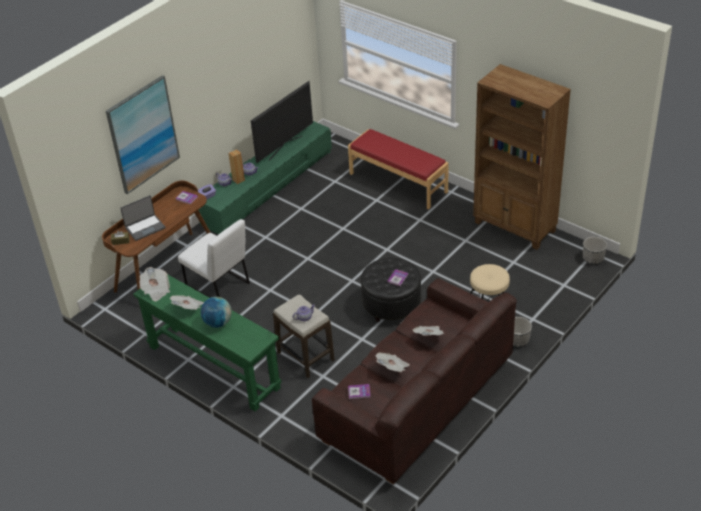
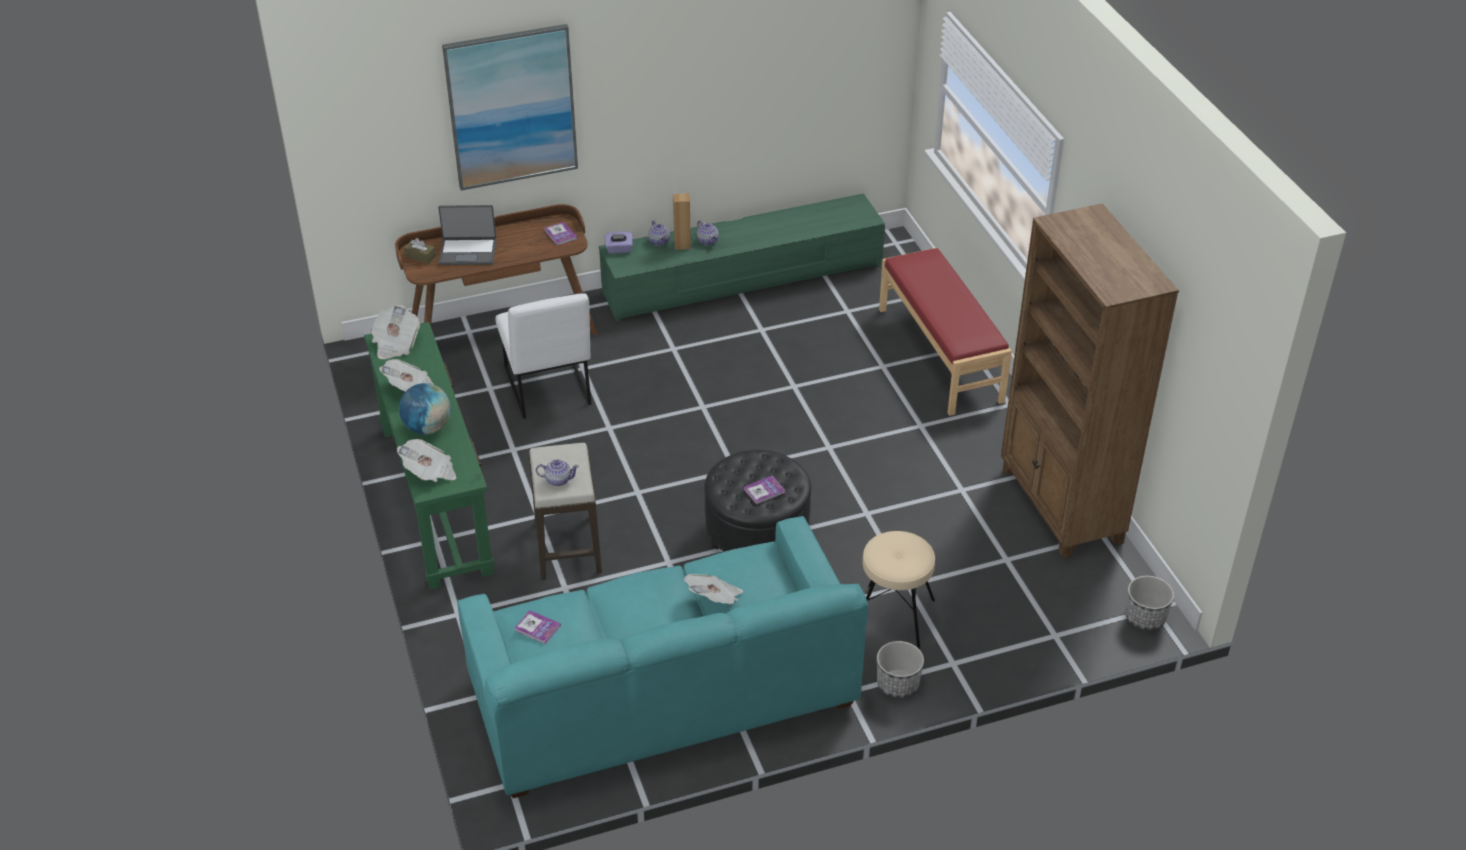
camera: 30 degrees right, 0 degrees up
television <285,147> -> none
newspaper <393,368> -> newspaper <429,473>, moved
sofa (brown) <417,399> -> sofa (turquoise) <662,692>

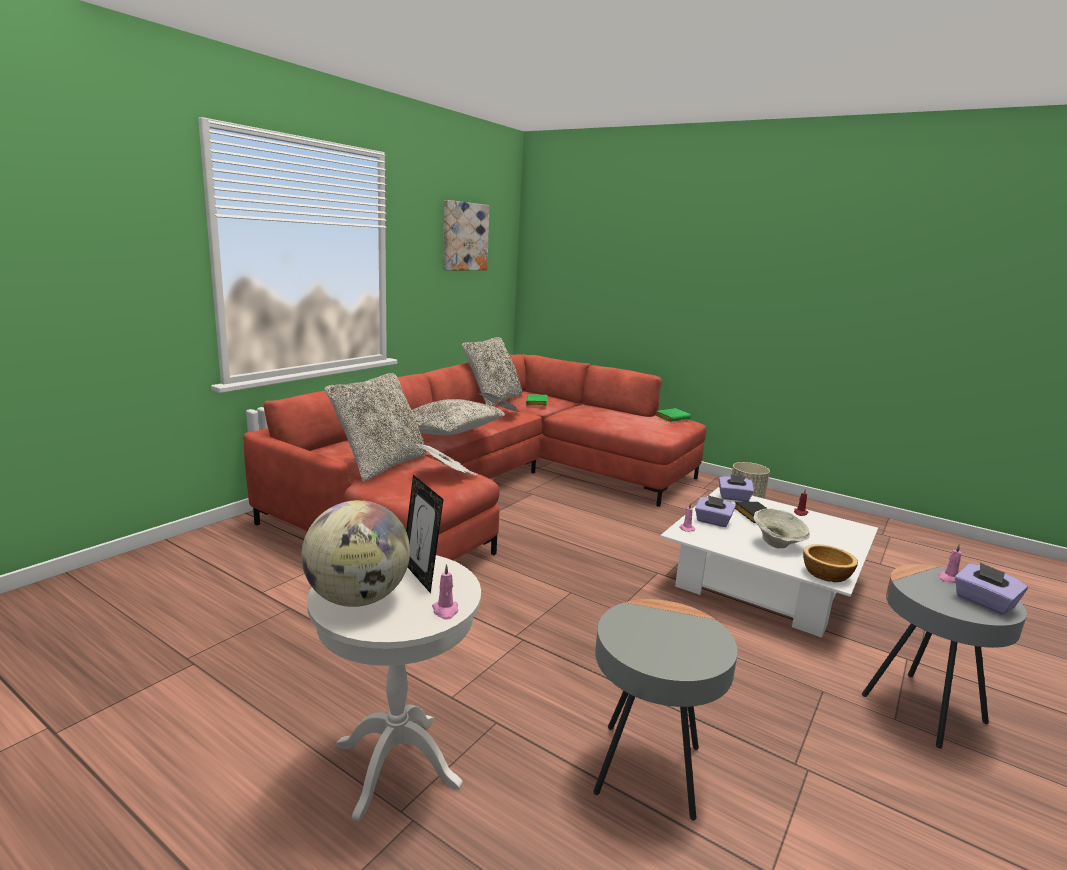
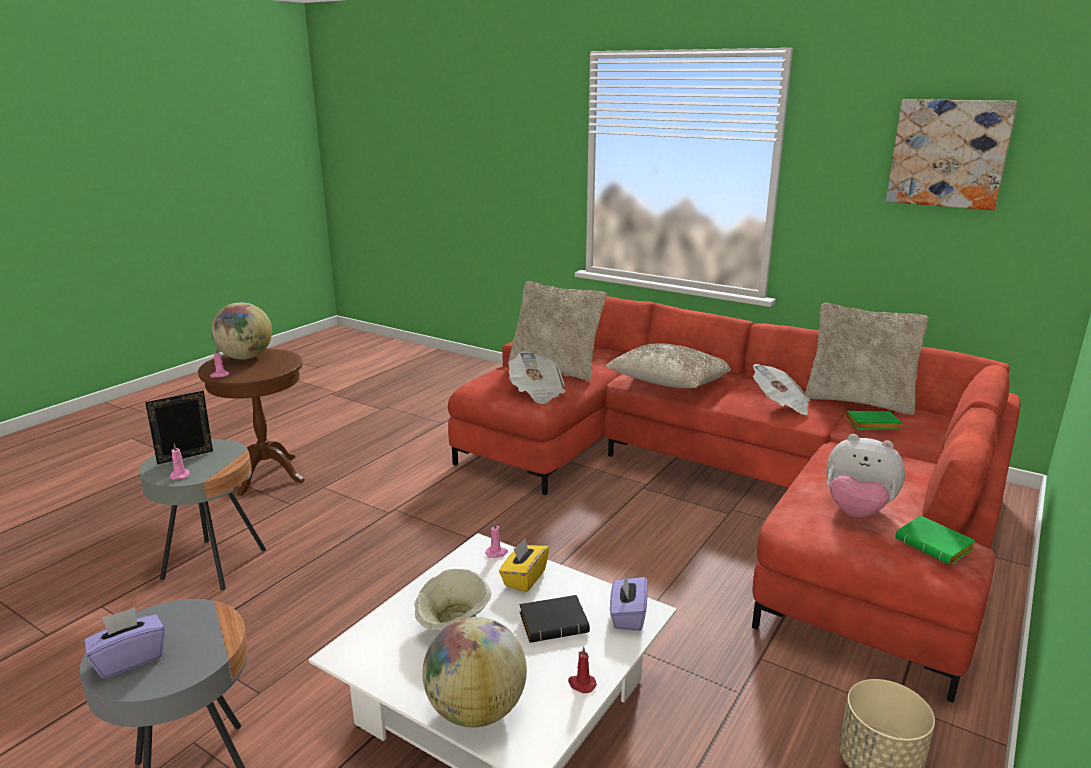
camera: 90 degrees right, 5 degrees up
bowl <825,574> -> none
none -> globe <476,710>
none -> plush toy <857,511>
picture frame <421,575> -> picture frame <186,459>, moved
candle (pink) <949,578> -> candle (pink) <180,475>, moved
side table (white) <396,765> -> side table (brown) <267,475>
tissue box (purple) <712,521> -> tissue box (yellow) <524,578>

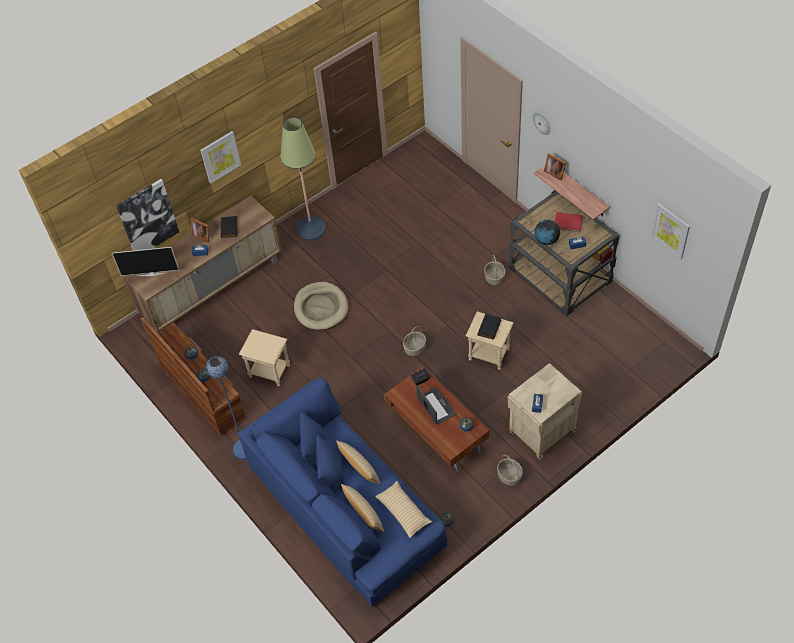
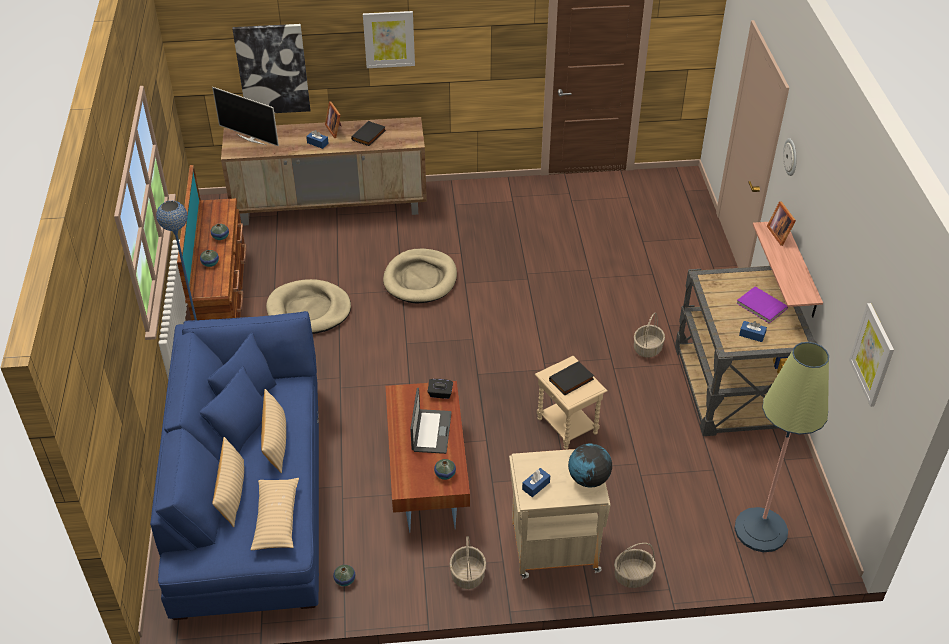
camera: 30 degrees right, 10 degrees down
floor lamp <311,228> -> floor lamp <760,530>, moved
basket <414,348> -> basket <632,576>, moved
globe <546,240> -> globe <588,479>, moved
side table (beige) <269,370> -> dog bed (beige) <309,310>
book (red) <568,223> -> book (purple) <761,306>

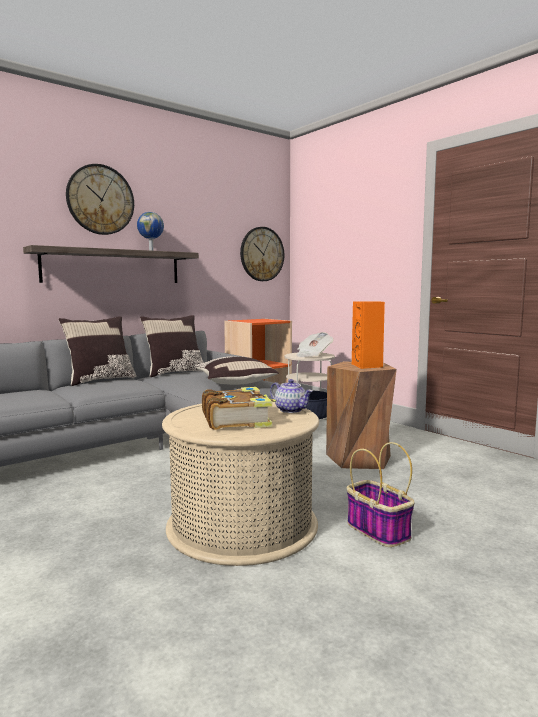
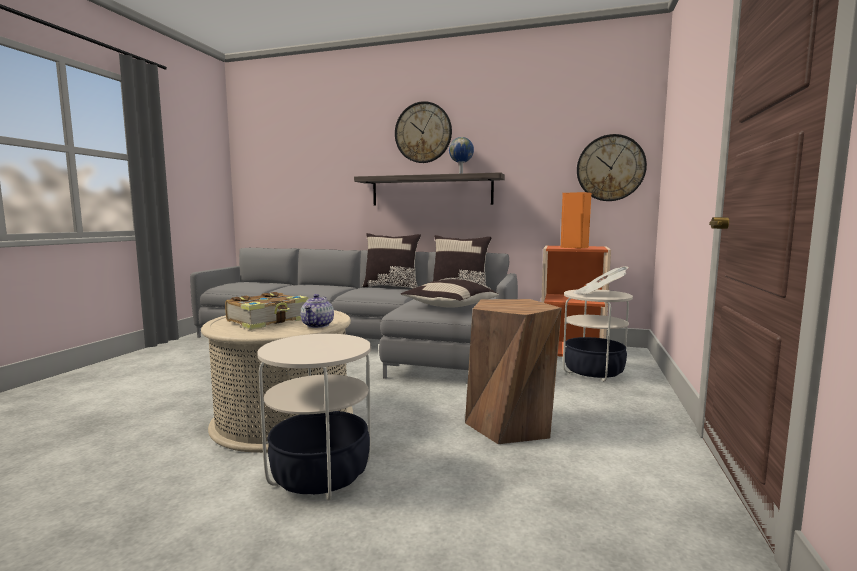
camera: 55 degrees right, 0 degrees up
speaker (orange) <367,366> -> speaker (orange) <575,247>, moved
basket <377,530> -> side table (beige) <320,476>

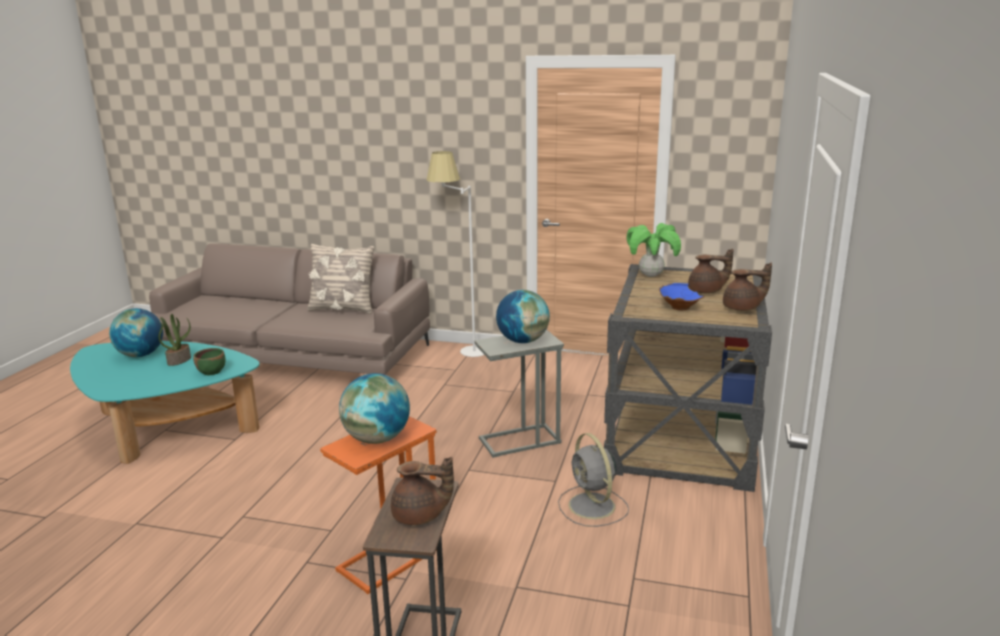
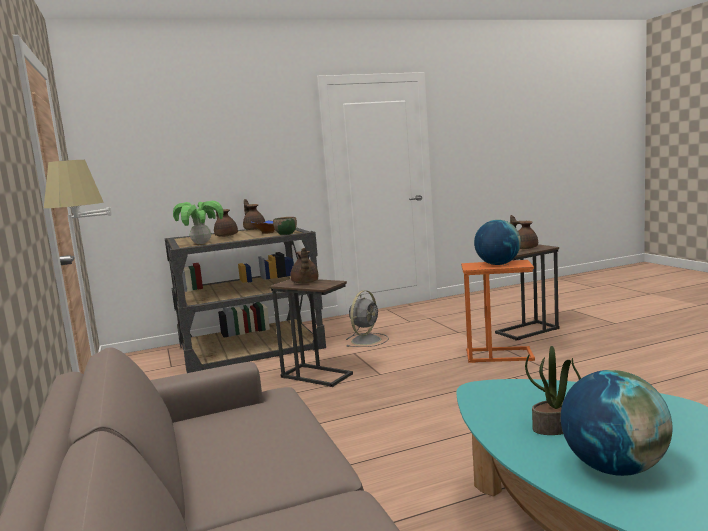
camera: 125 degrees left, 10 degrees down
pillow (beige) <342,309> -> none
bowl (green) <212,371> -> bowl (green) <286,233>, moved
globe <523,341> -> teapot (brown) <304,282>
side table (grey) <520,440> -> side table (brown) <315,376>

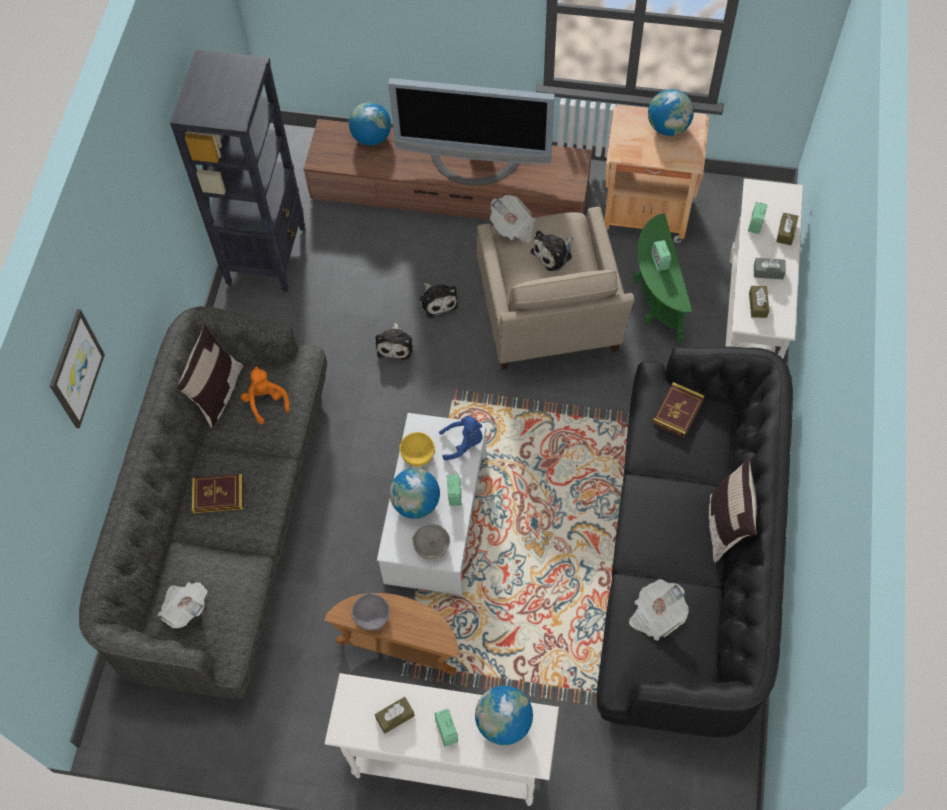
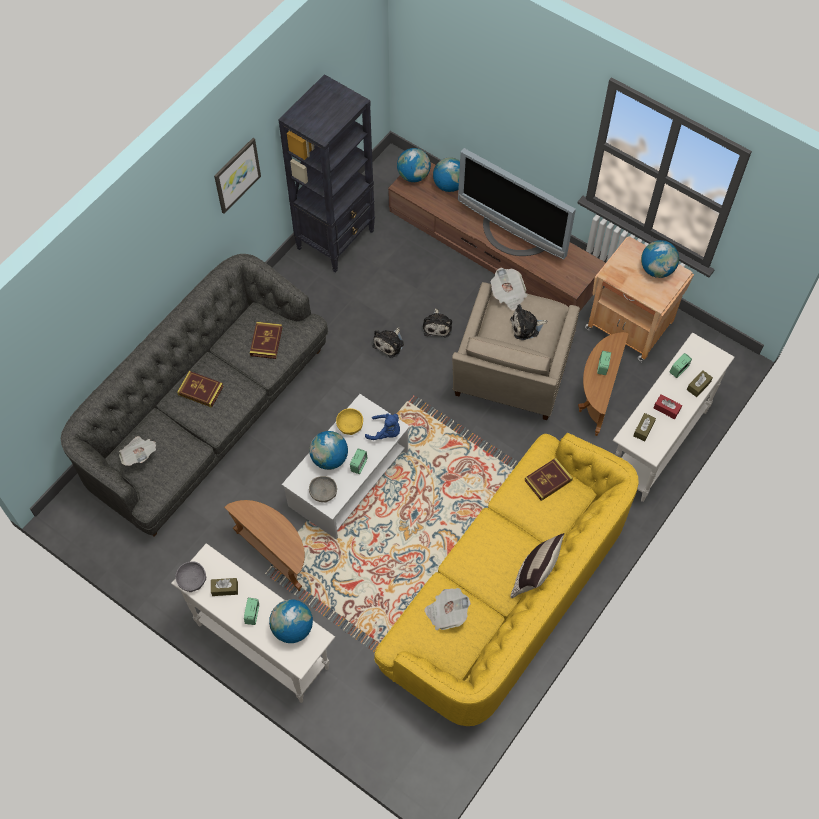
camera: 25 degrees right, 0 degrees up
pillow <217,394> -> none
none -> globe <413,176>
picture <75,369> -> picture <236,175>, moved
bowl (grey) <372,616> -> bowl (grey) <192,580>, moved
plush toy (orange) <266,402> -> book <266,341>
sofa (black) <686,561> -> sofa (yellow) <507,593>
side table (green) <655,301> -> side table (brown) <596,397>
tissue box (grey) <768,272> -> tissue box (red) <666,409>

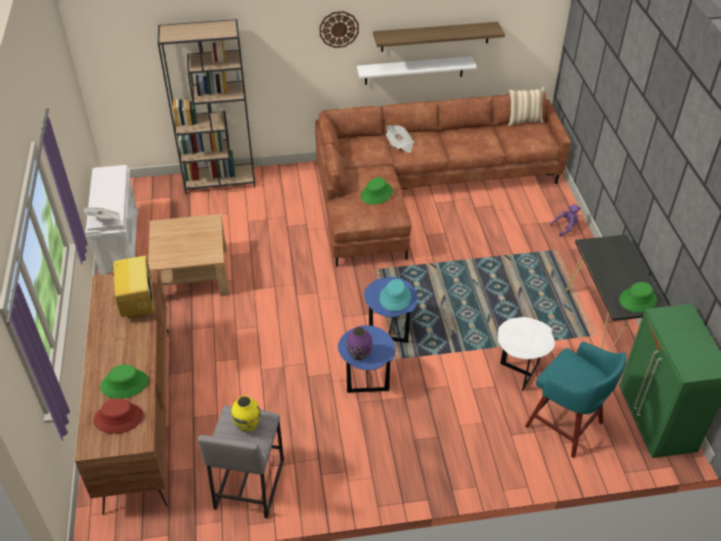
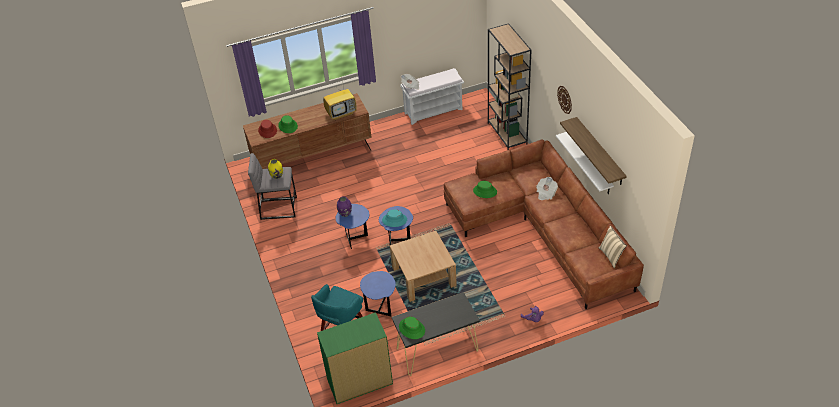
camera: 80 degrees right, 0 degrees up
coffee table (brown) <192,274> -> coffee table (brown) <423,276>, moved
side table (white) <518,372> -> side table (blue) <380,307>

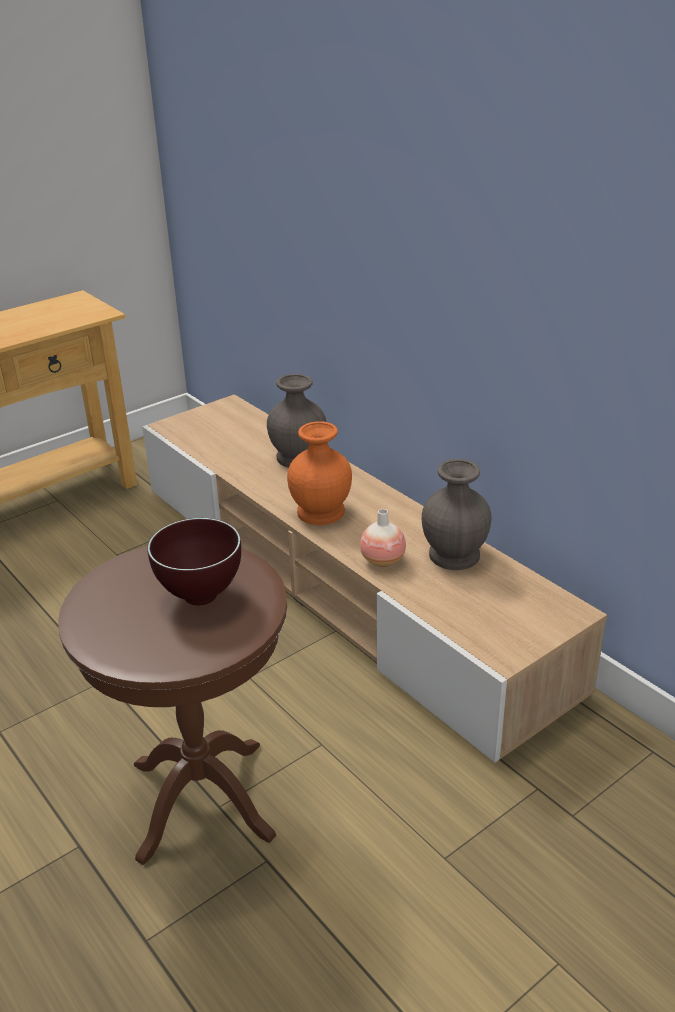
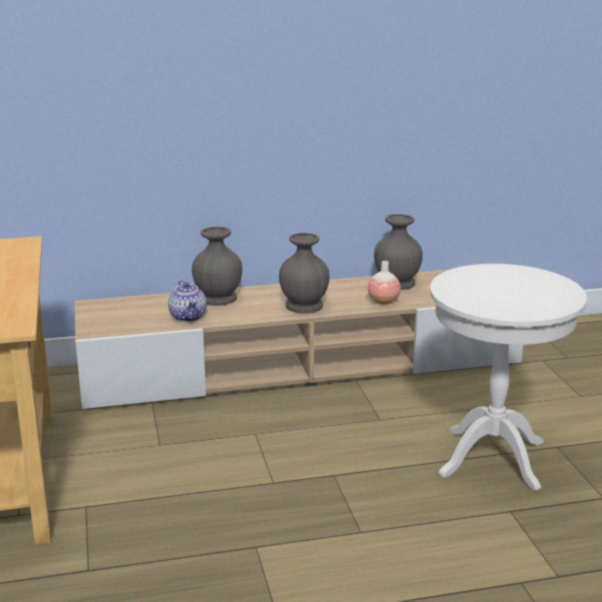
camera: 65 degrees left, 10 degrees down
bowl (brown) <202,595> -> none
none -> teapot <188,317>
side table (brown) <201,799> -> side table (white) <492,458>
vase (orange) <319,512> -> vase (grey) <304,306>

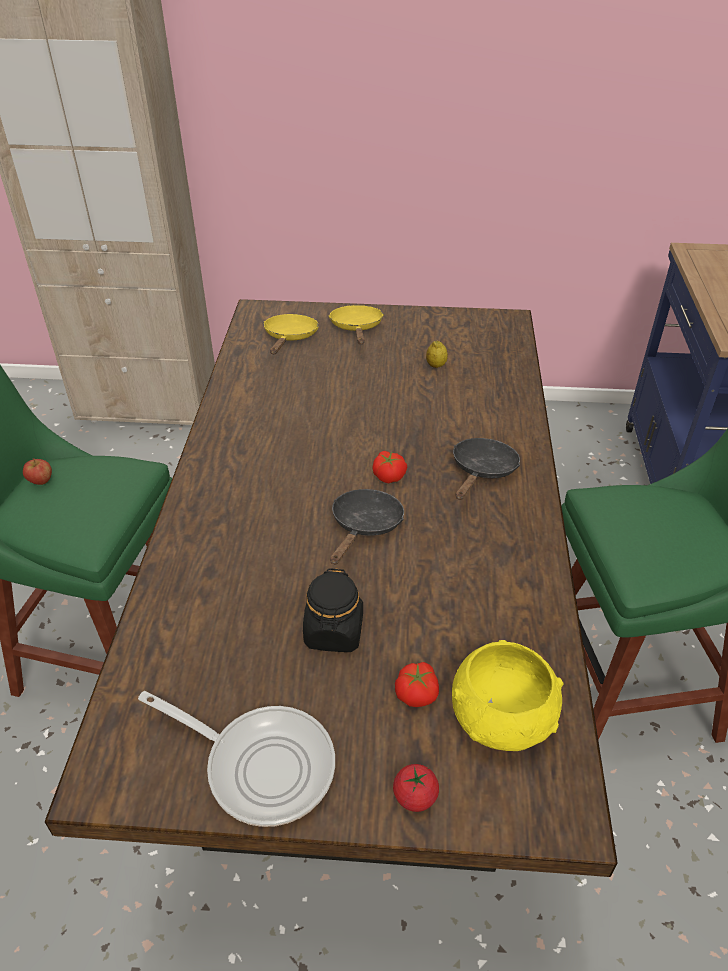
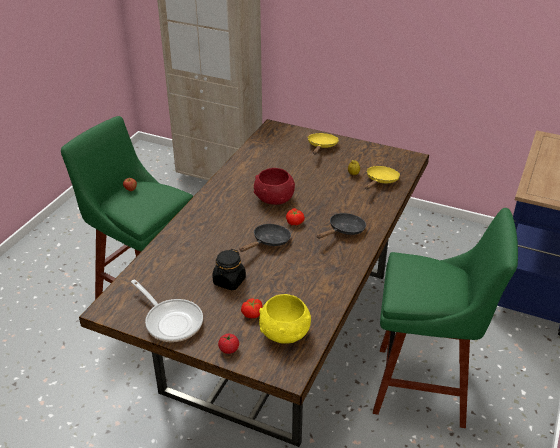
camera: 20 degrees right, 5 degrees down
none -> bowl (red) <274,198>
frying pan (yellow) <290,338> -> frying pan (yellow) <381,181>, moved

